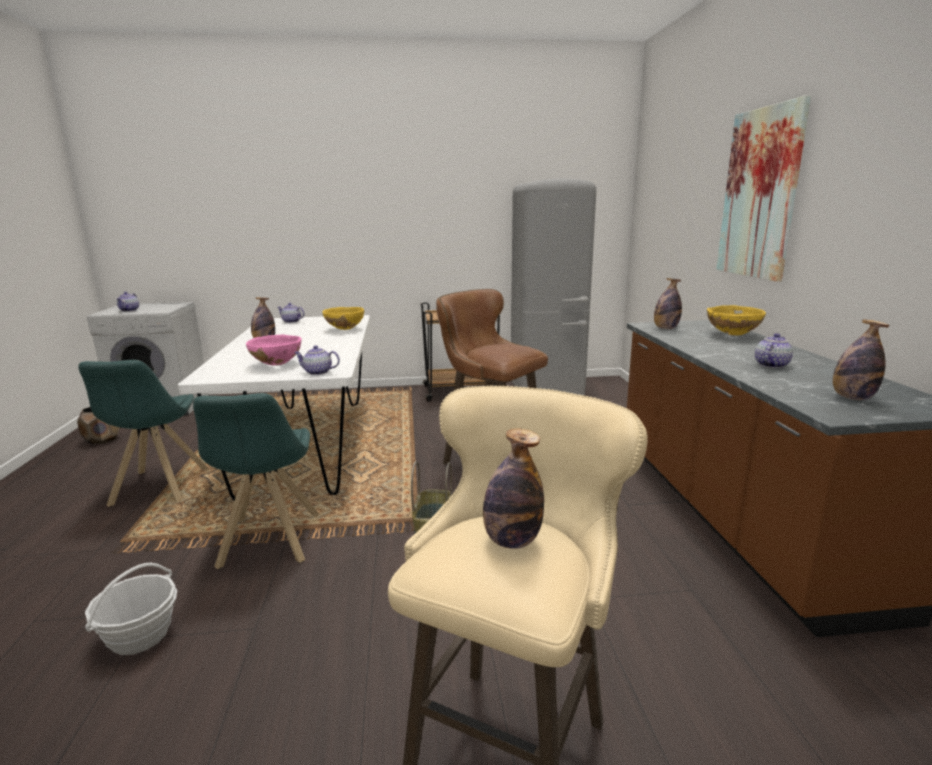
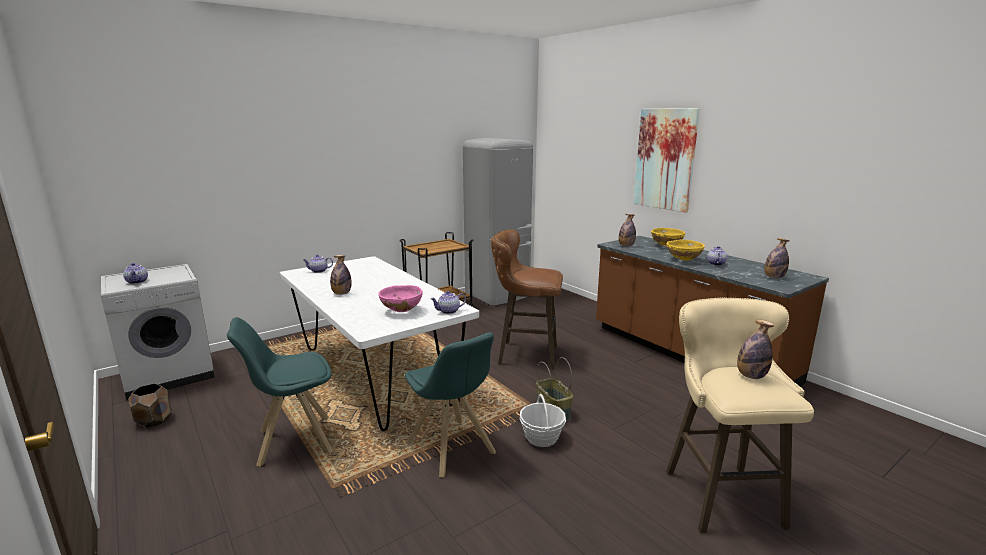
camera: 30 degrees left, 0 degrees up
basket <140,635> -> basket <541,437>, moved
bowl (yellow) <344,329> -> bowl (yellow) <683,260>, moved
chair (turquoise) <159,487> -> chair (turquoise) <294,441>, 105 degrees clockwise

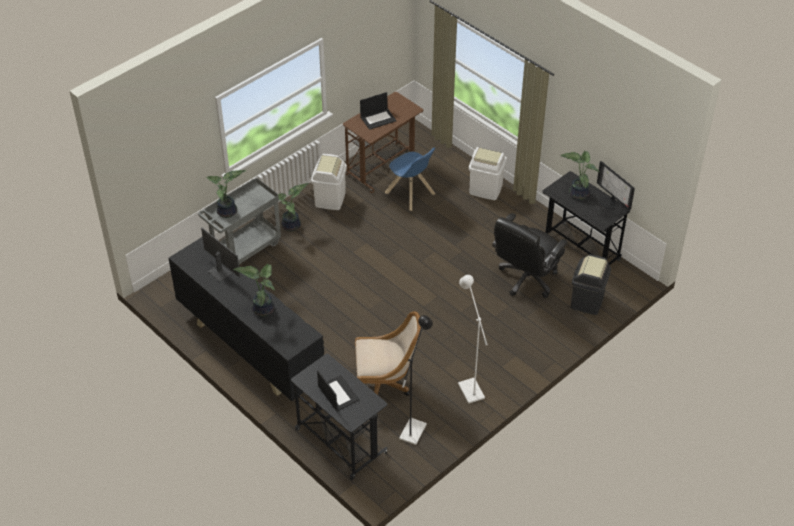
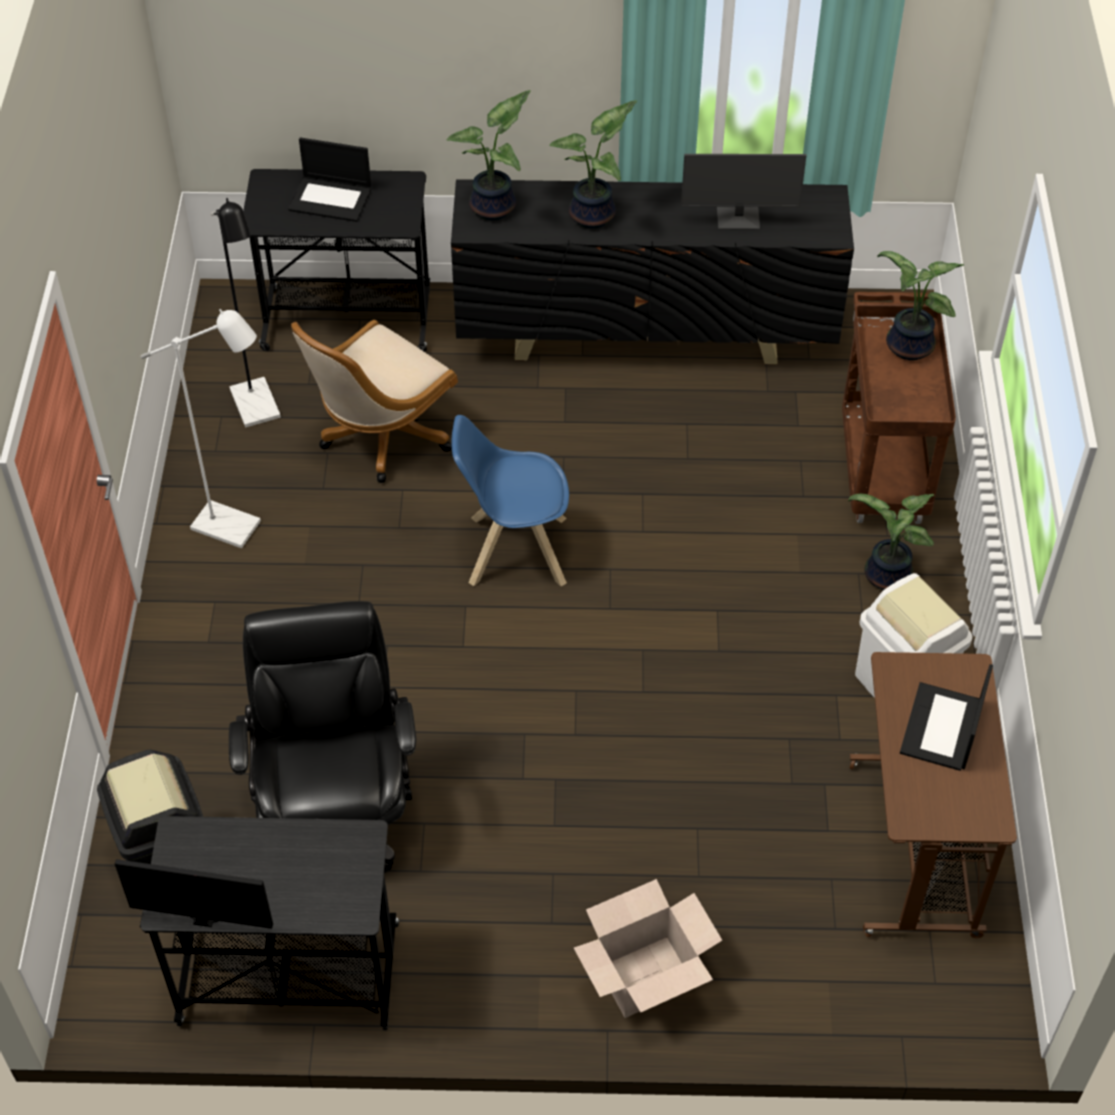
camera: 135 degrees right, 5 degrees up
chair (blue) <411,194> -> chair (blue) <514,550>, moved
potted plant <577,193> -> potted plant <496,207>, moved
trash can (white) <485,189> -> cardboard box <645,976>
cart (grey) <244,253> -> cart (brown) <881,467>

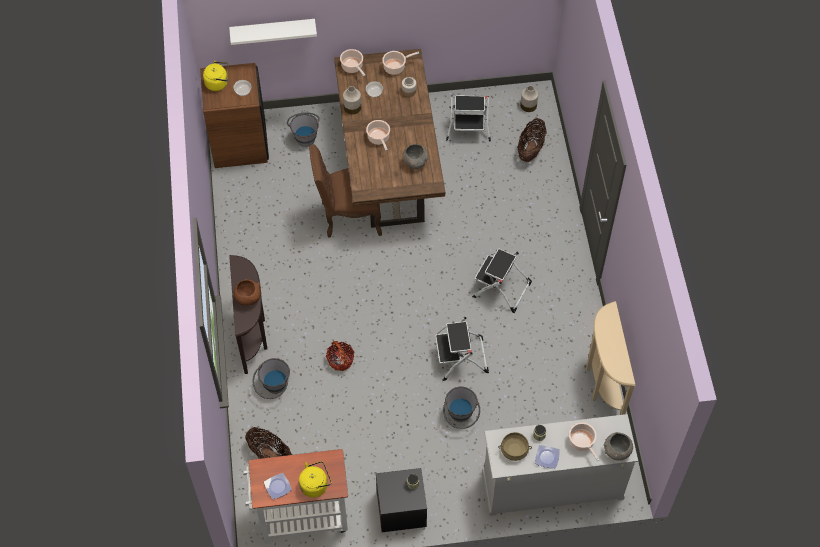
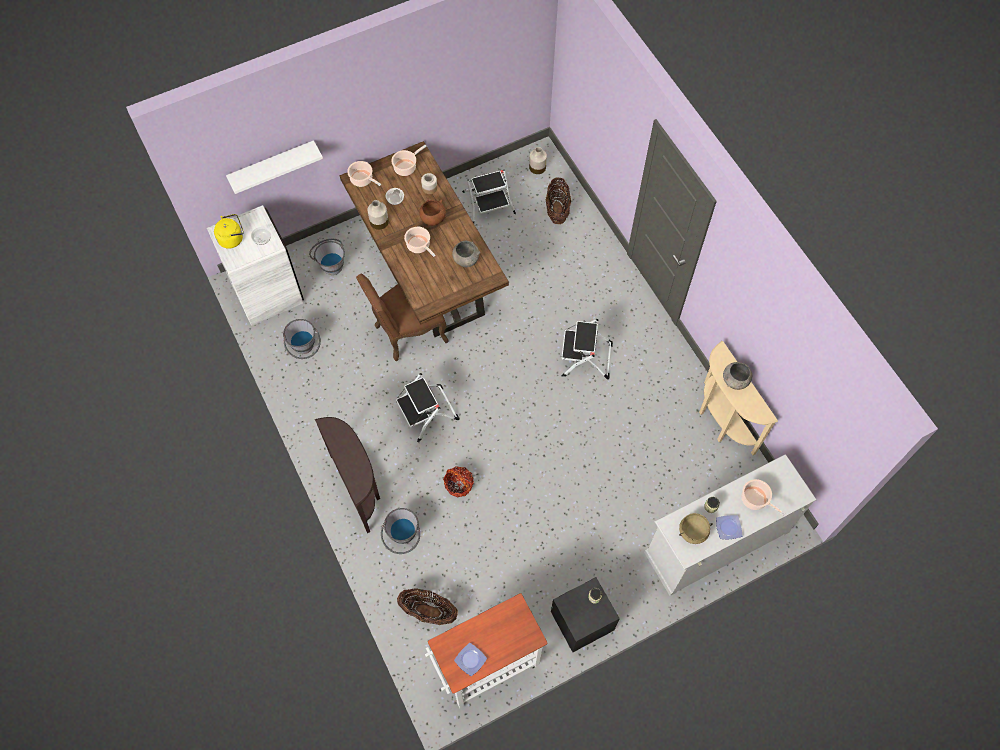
camera: 20 degrees left, 5 degrees up
kettle (yellow) <315,485> -> none
bowl (brown) <248,298> -> bowl (brown) <433,219>, moved
step ladder <461,356> -> step ladder <427,412>, moved
bucket (grey) <460,417> -> bucket (grey) <305,349>, moved
bowl (grey) <617,452> -> bowl (grey) <735,381>, moved
cabinet (brown) <239,144> -> cabinet (white) <267,292>

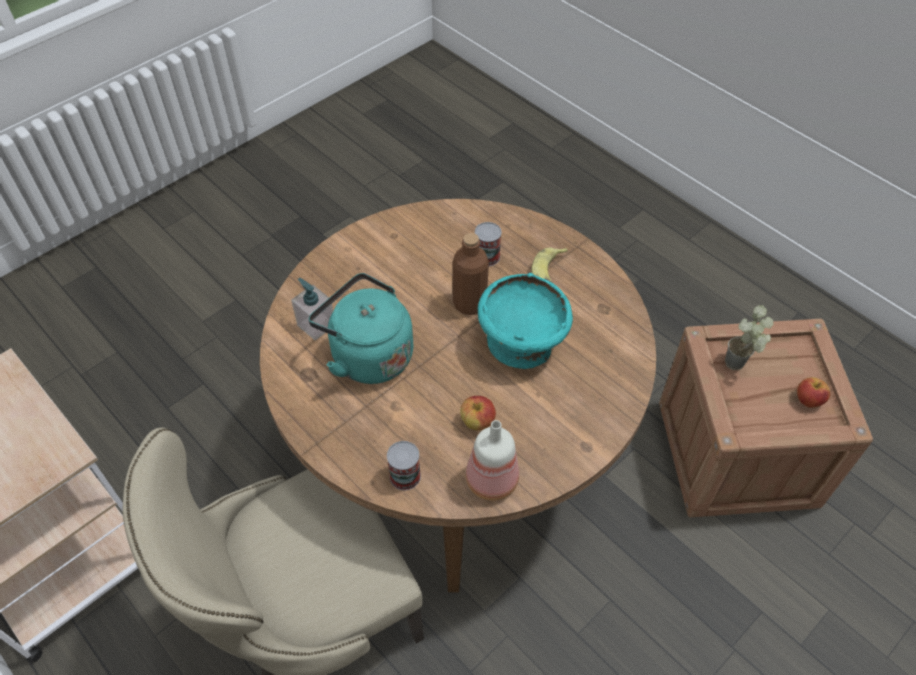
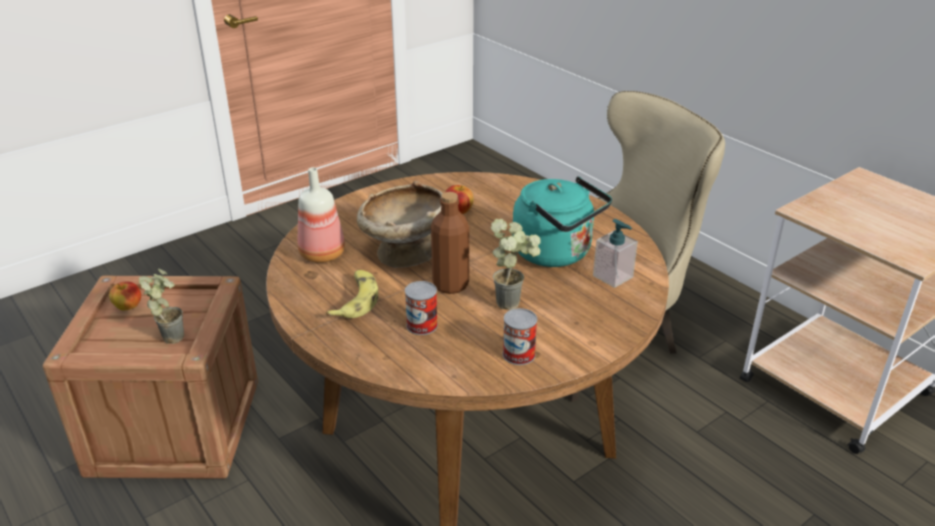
camera: 175 degrees left, 20 degrees down
none -> potted plant <514,301>
can <405,476> -> can <518,354>, moved
bottle <491,482> -> bottle <323,253>, moved
bowl (turquoise) <522,342> -> bowl (beige) <404,254>

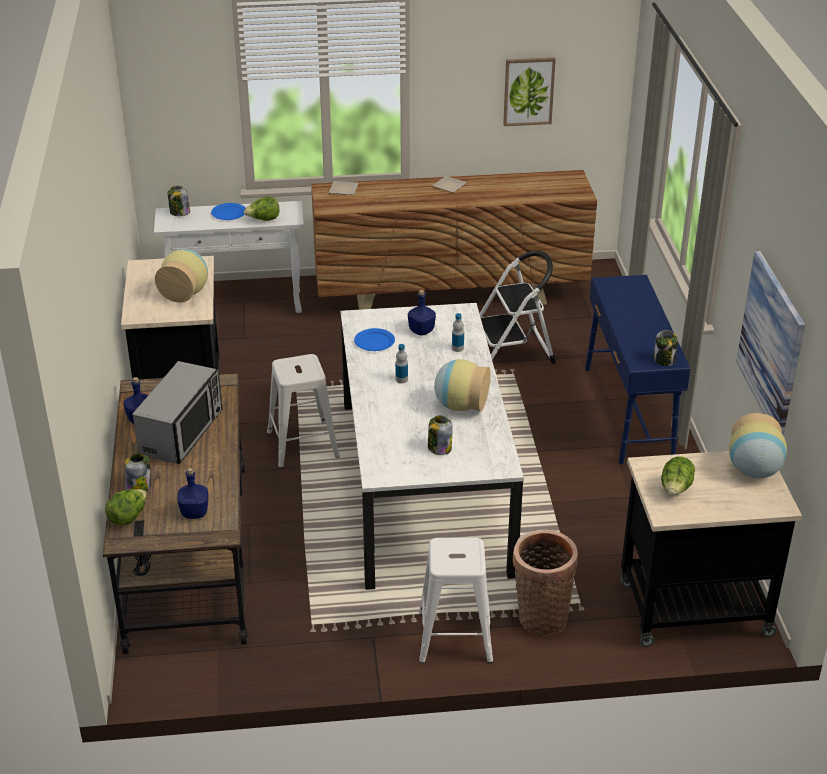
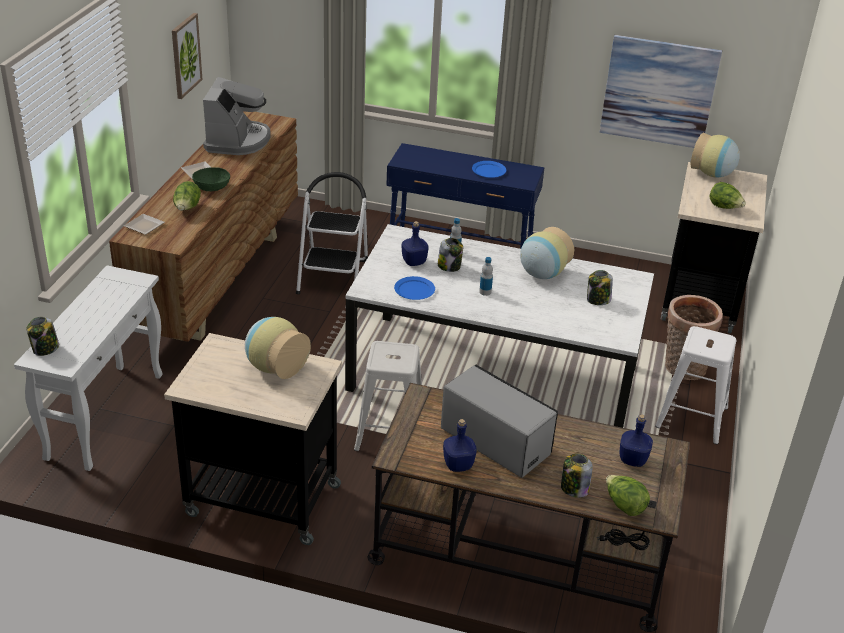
camera: 70 degrees left, 0 degrees up
none -> bowl (green) <212,187>
none -> coffee machine <237,141>
plate (blue) <229,213> -> plate (blue) <488,171>, moved
lettuce <263,220> -> lettuce <187,209>, moved
jar <664,360> -> jar <449,266>, moved

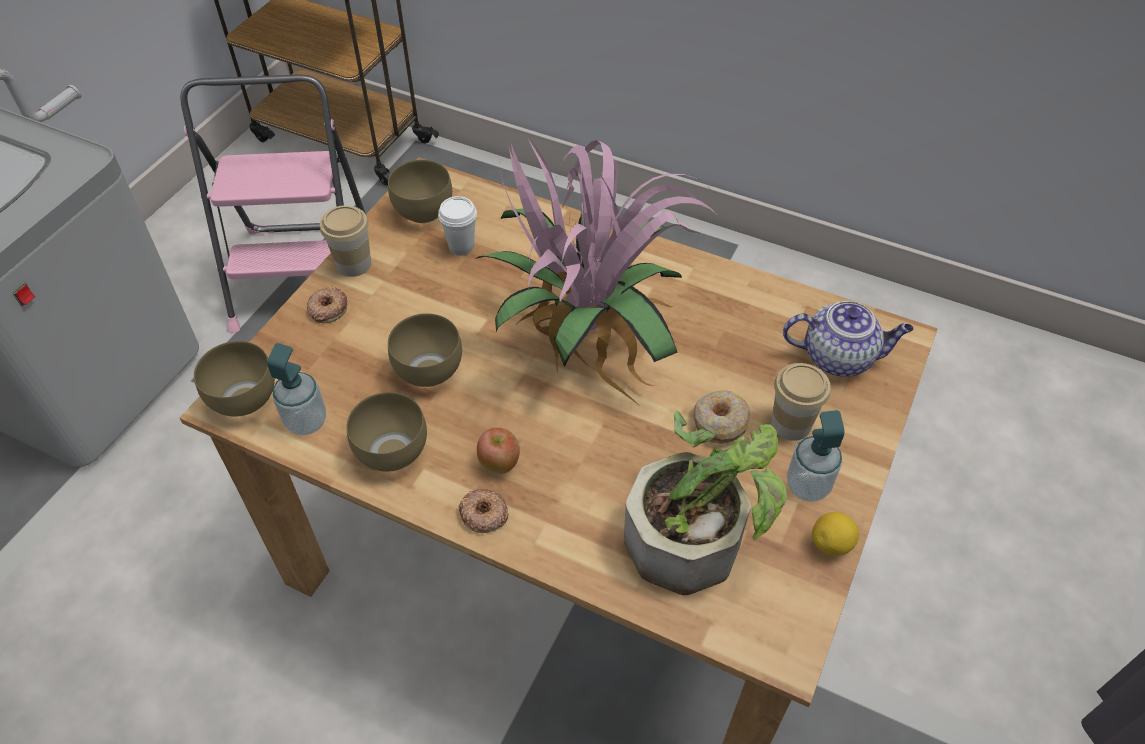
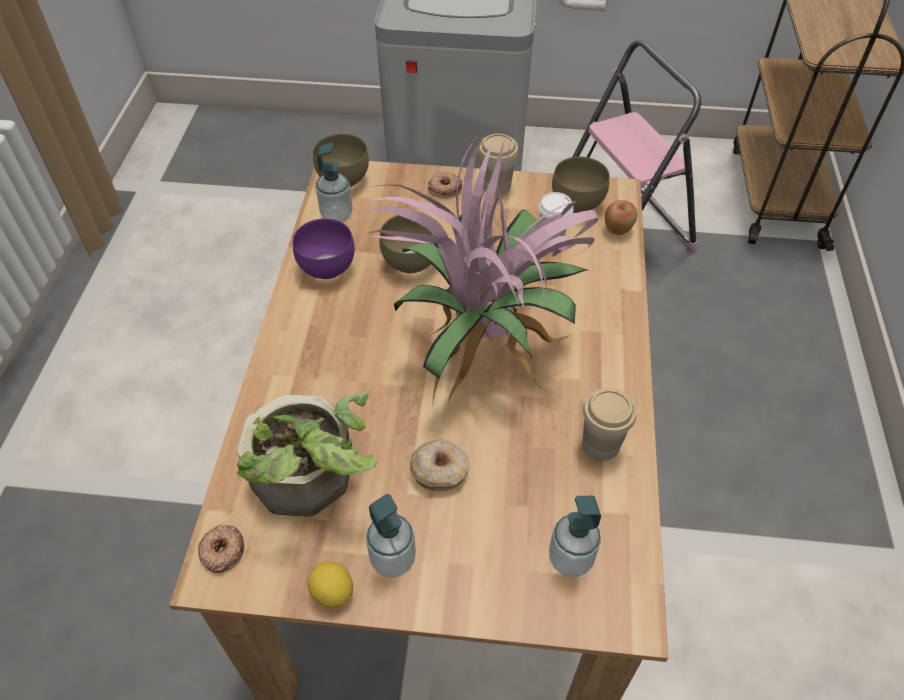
camera: 70 degrees right, 0 degrees up
donut <483,514> -> donut <222,551>, moved
apple <499,463> -> apple <618,230>, moved
cup <791,424> -> cup <601,444>, moved
teapot <839,357> -> soap dispenser <570,559>
bowl (brown) <391,450> -> bowl (purple) <328,266>

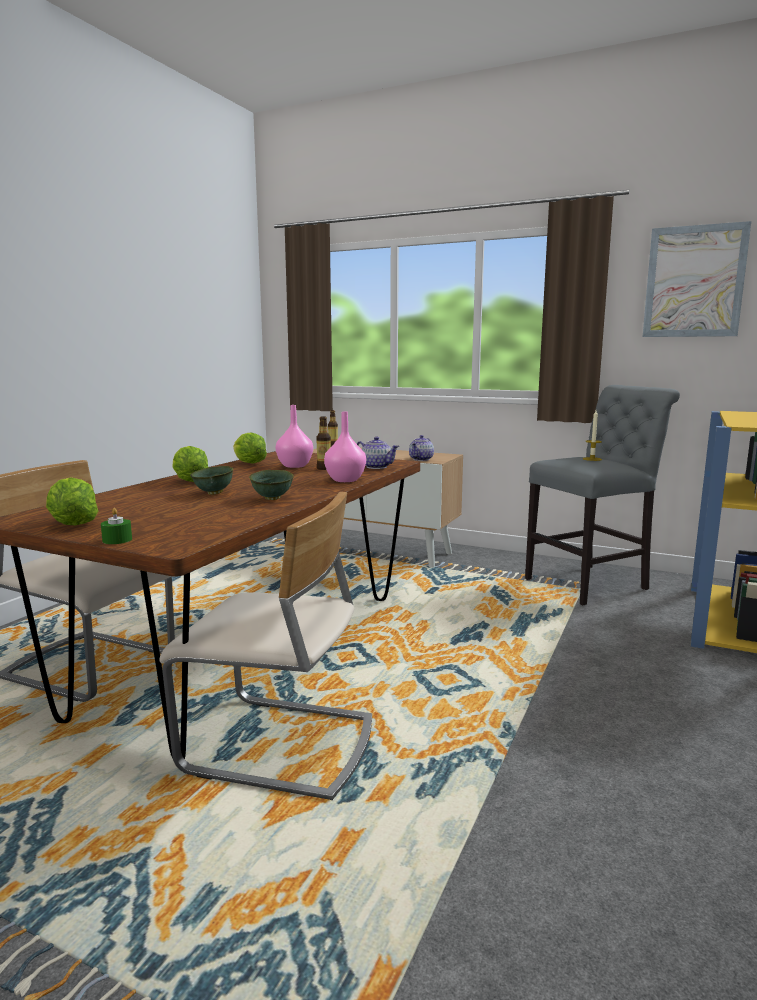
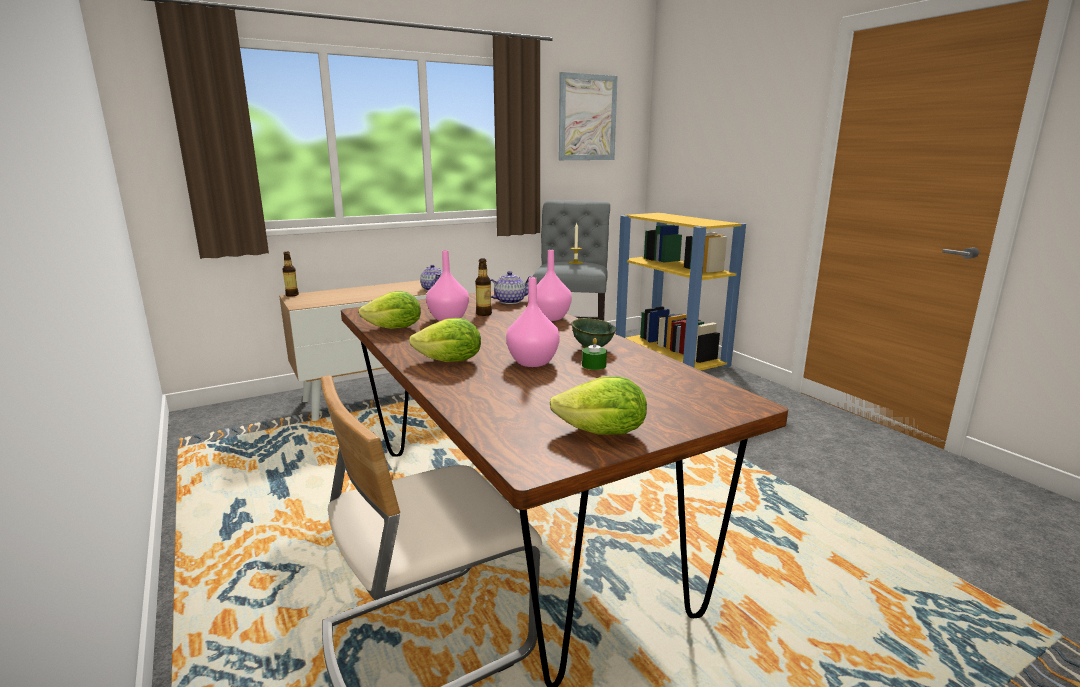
camera: 55 degrees left, 5 degrees up
chair (beige) <279,746> -> none
candle (green) <117,540> -> candle (green) <594,365>, moved
bowl (green) <214,493> -> vase (pink) <533,362>

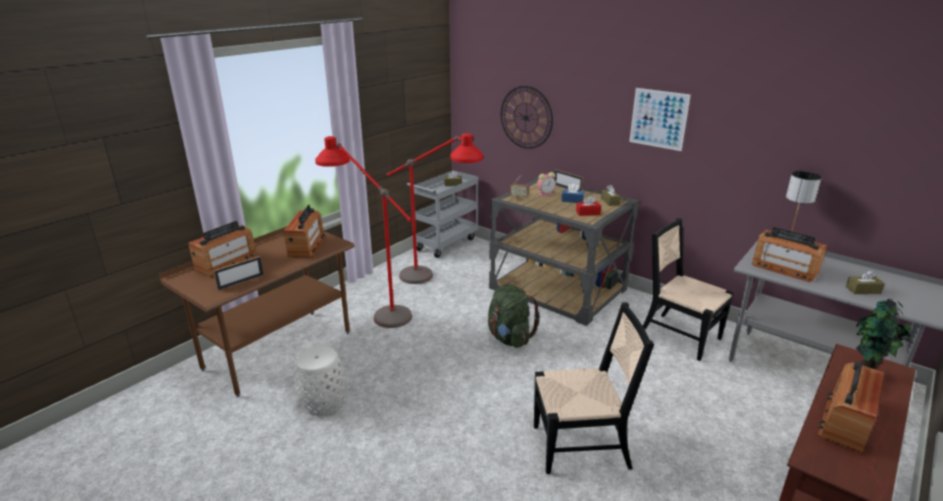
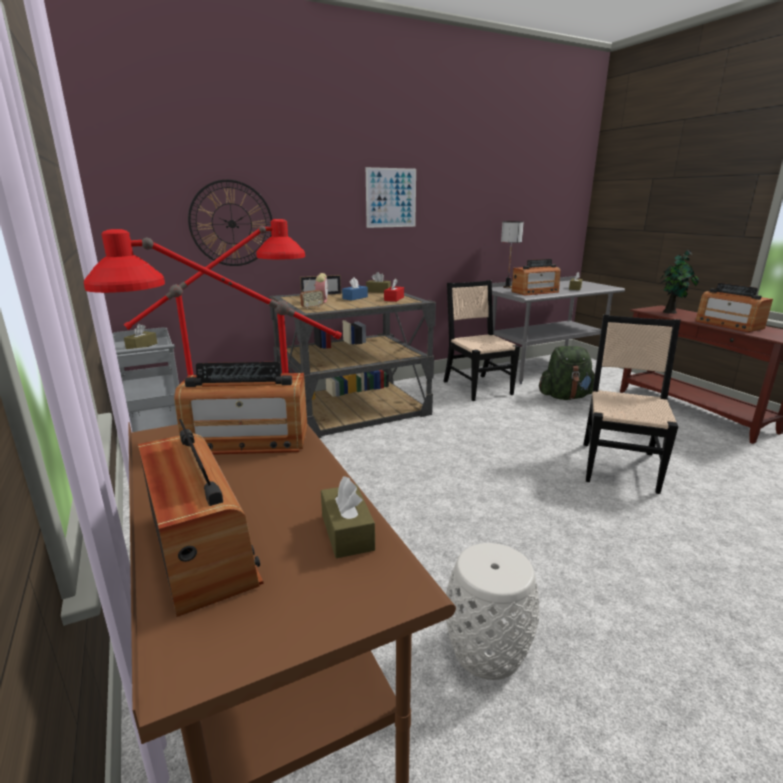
camera: 65 degrees left, 5 degrees down
backpack (green) <509,338> -> backpack (green) <565,397>, moved
picture frame <241,282> -> tissue box (brown) <347,532>
radio <307,246> -> radio <247,440>, 150 degrees clockwise
chair <679,336> -> chair <477,388>, 90 degrees clockwise

